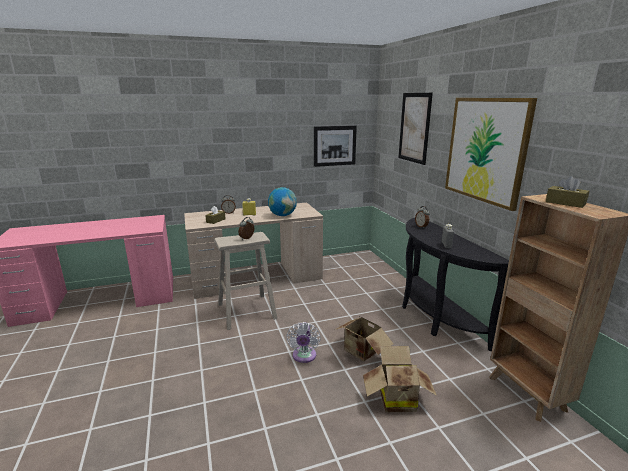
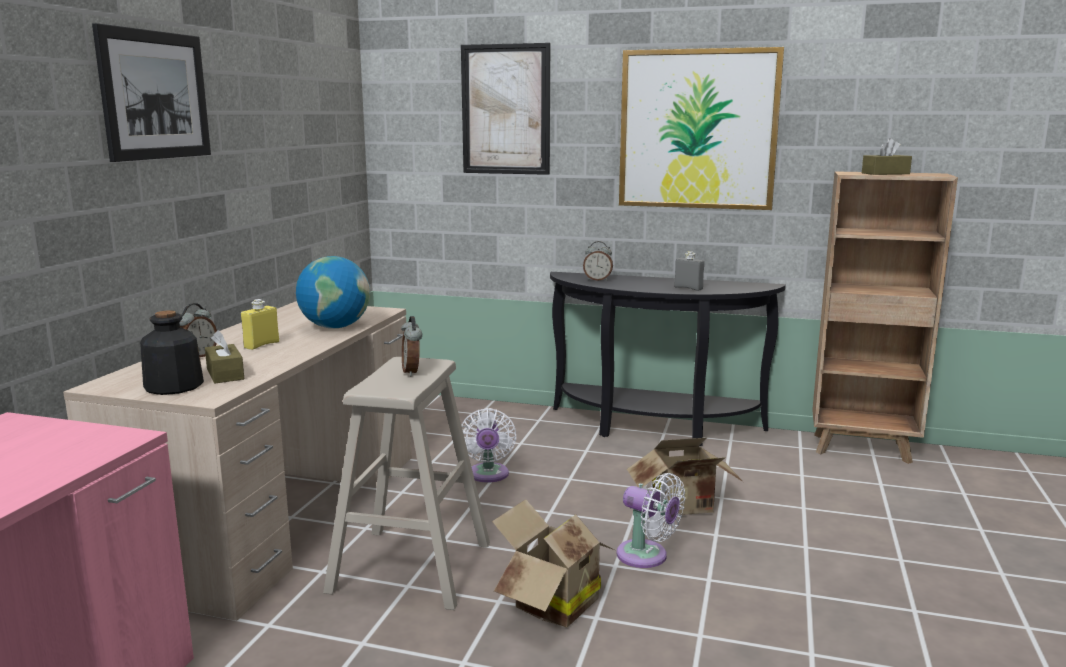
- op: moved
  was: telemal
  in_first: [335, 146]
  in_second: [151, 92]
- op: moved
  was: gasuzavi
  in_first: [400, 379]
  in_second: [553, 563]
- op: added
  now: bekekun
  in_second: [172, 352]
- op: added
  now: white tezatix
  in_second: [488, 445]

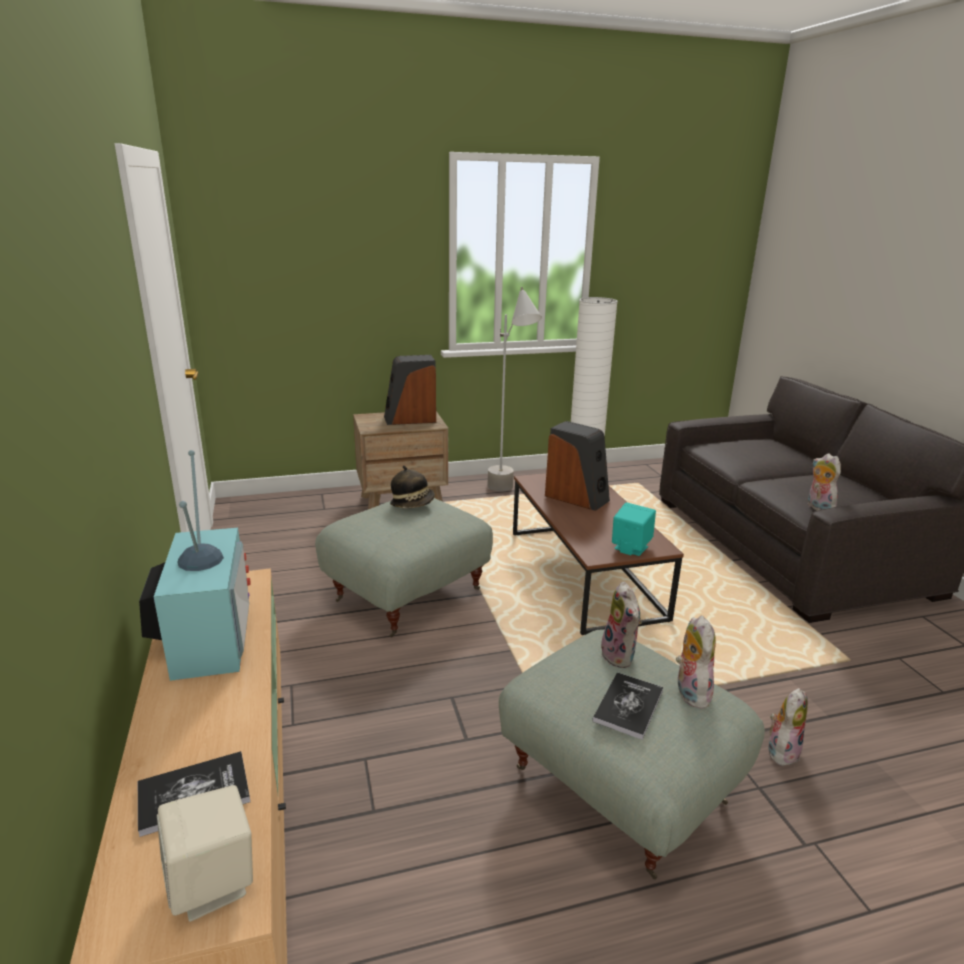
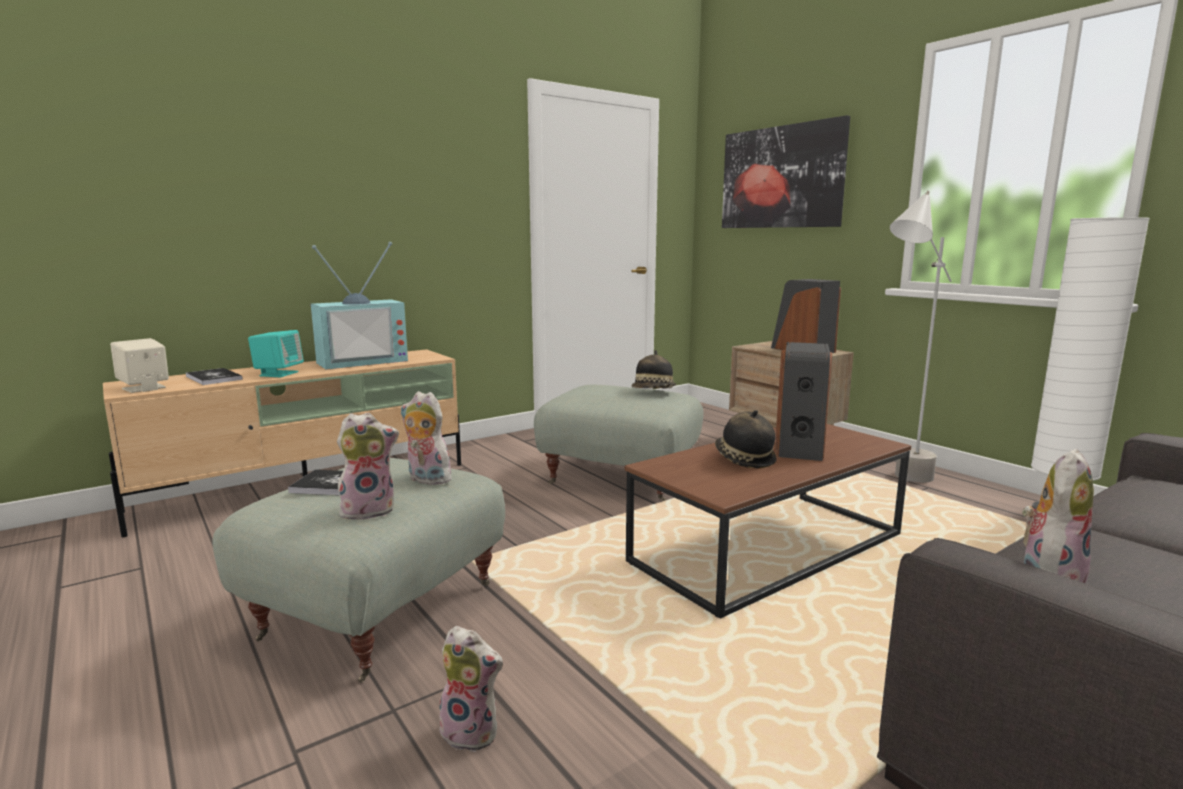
- op: turned
  was: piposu
  in_first: [621, 624]
  in_second: [426, 438]
  clockwise: 60
- op: moved
  was: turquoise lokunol
  in_first: [634, 529]
  in_second: [276, 353]
- op: added
  now: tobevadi
  in_second: [746, 439]
- op: added
  now: telemal
  in_second: [786, 171]

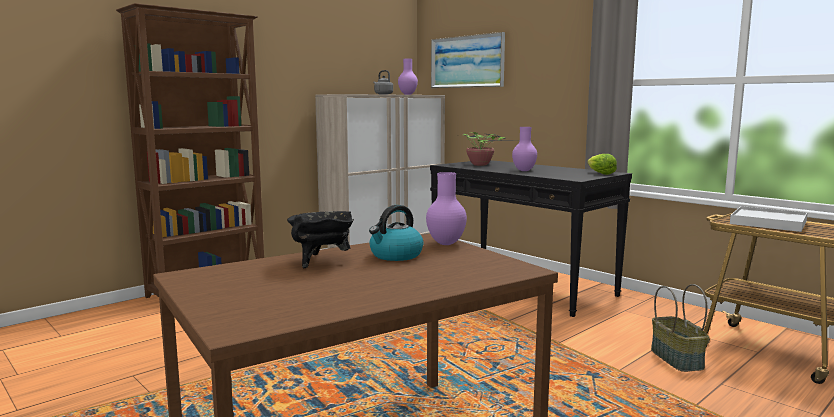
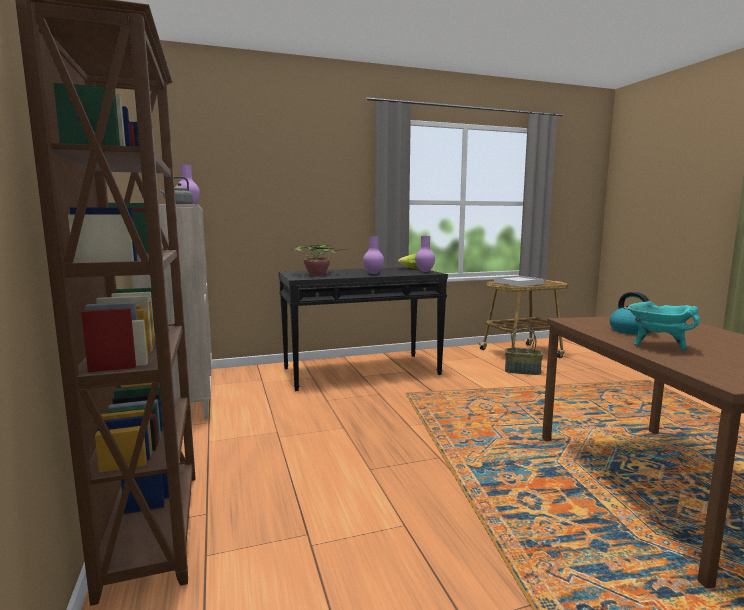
- op: recoloured
  was: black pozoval
  now: turquoise pozoval
  in_first: [320, 239]
  in_second: [664, 326]
- op: moved
  was: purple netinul
  in_first: [446, 208]
  in_second: [425, 254]
- op: removed
  was: telemal
  in_first: [468, 60]

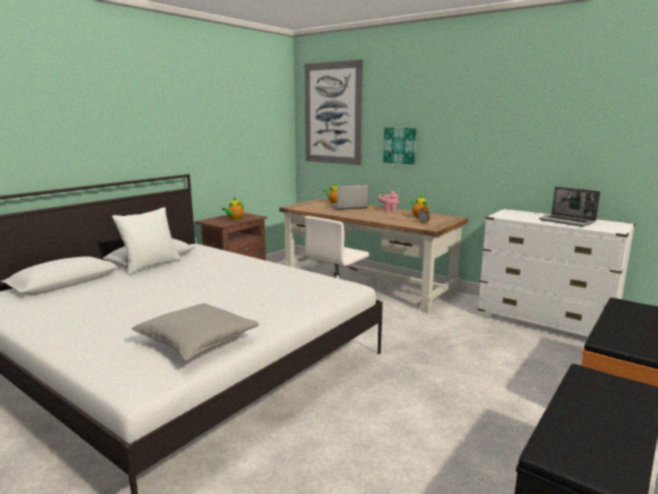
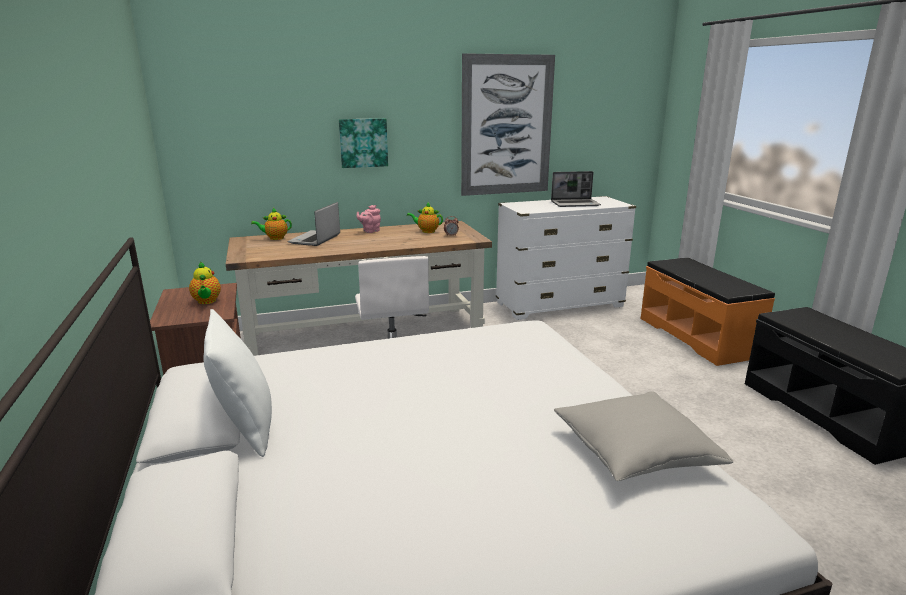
- op: moved
  was: telemal
  in_first: [333, 112]
  in_second: [508, 124]

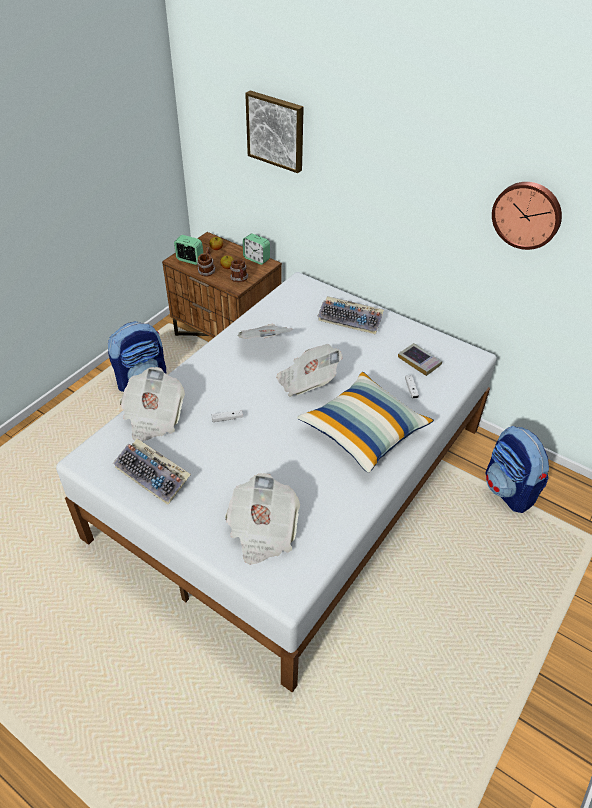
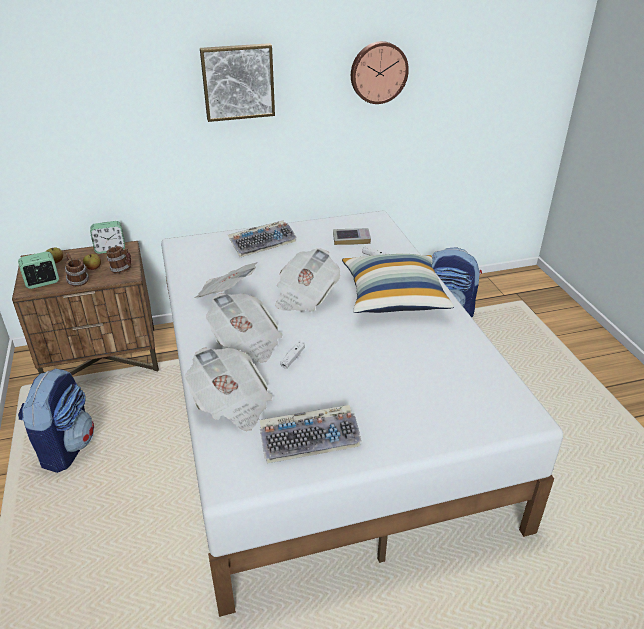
- op: moved
  was: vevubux
  in_first: [262, 519]
  in_second: [244, 328]
- op: moved
  was: telemal
  in_first: [274, 132]
  in_second: [237, 82]

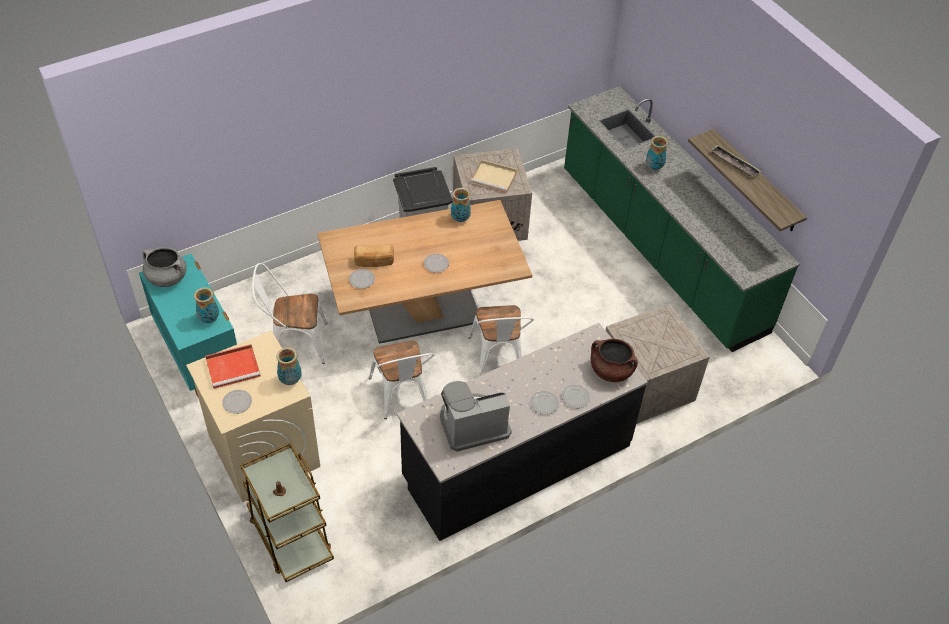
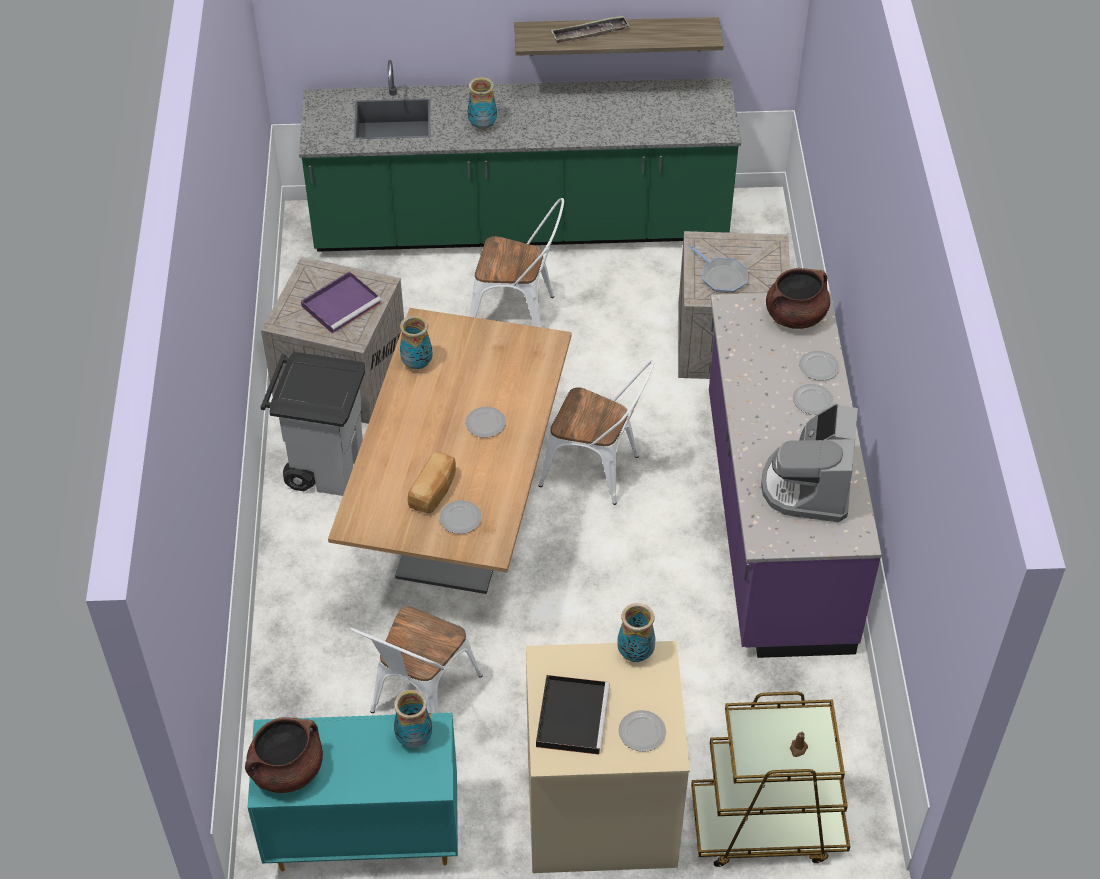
- op: recoloured
  was: grey pozoval
  now: brown pozoval
  in_first: [165, 267]
  in_second: [284, 755]
- op: recoloured
  was: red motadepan
  now: black motadepan
  in_first: [233, 366]
  in_second: [573, 715]
- op: moved
  was: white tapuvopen
  in_first: [402, 379]
  in_second: [517, 262]
- op: recoloured
  was: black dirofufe
  now: purple dirofufe
  in_first: [522, 432]
  in_second: [795, 474]
- op: recoloured
  was: beige motadepan
  now: purple motadepan
  in_first: [494, 176]
  in_second: [341, 302]
- op: added
  now: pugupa
  in_second: [719, 269]

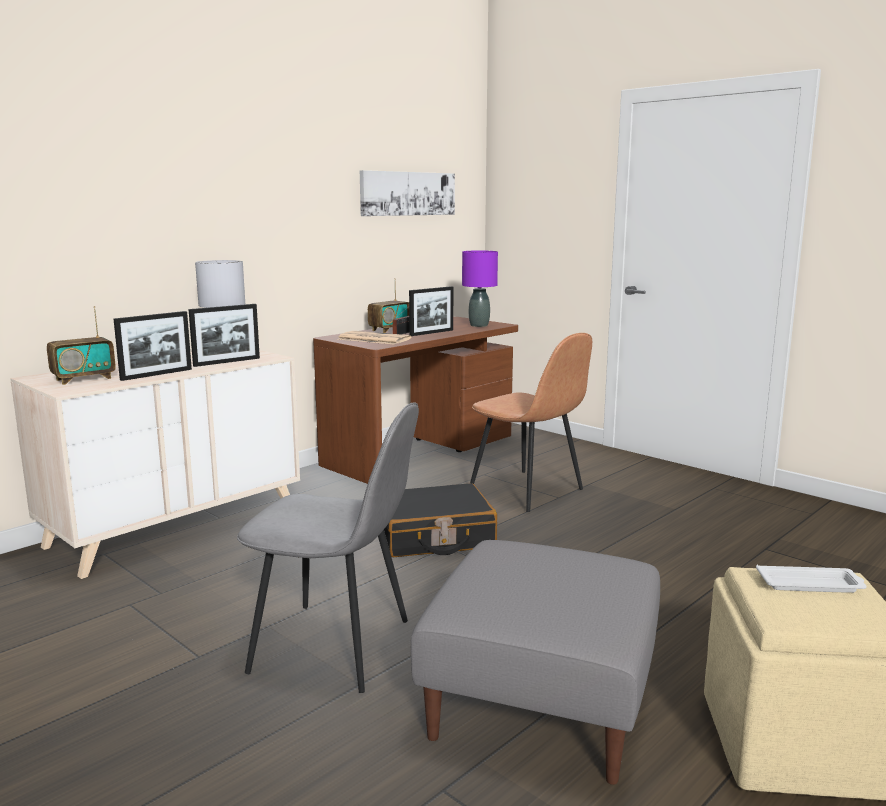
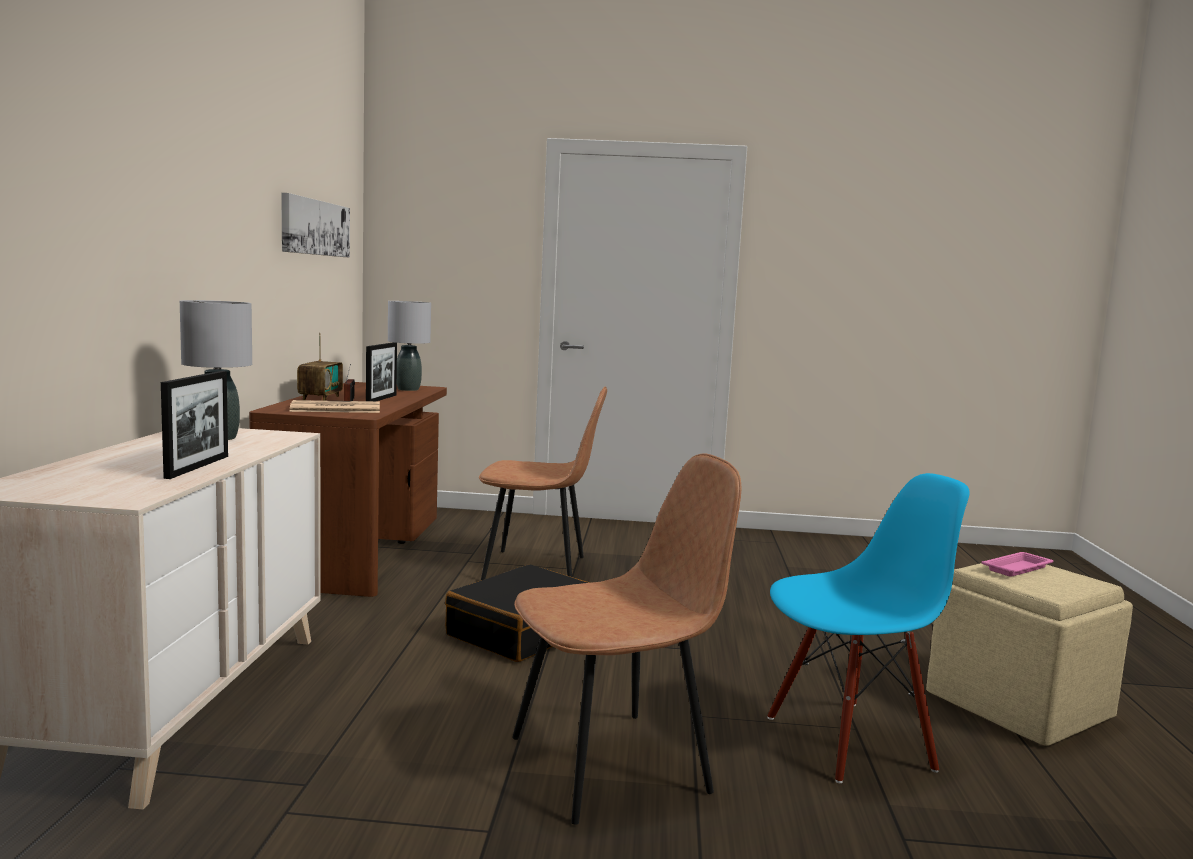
- op: removed
  was: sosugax
  in_first: [81, 345]
- op: removed
  was: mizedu
  in_first: [224, 335]
- op: recoloured
  was: grey tapuvopen
  now: brown tapuvopen
  in_first: [328, 548]
  in_second: [626, 639]
- op: replaced
  was: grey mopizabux
  now: blue tapuvopen
  in_first: [535, 662]
  in_second: [869, 628]
- op: recoloured
  was: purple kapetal
  now: grey kapetal
  in_first: [480, 288]
  in_second: [409, 346]
- op: recoloured
  was: white motadepan
  now: pink motadepan
  in_first: [811, 579]
  in_second: [1017, 564]

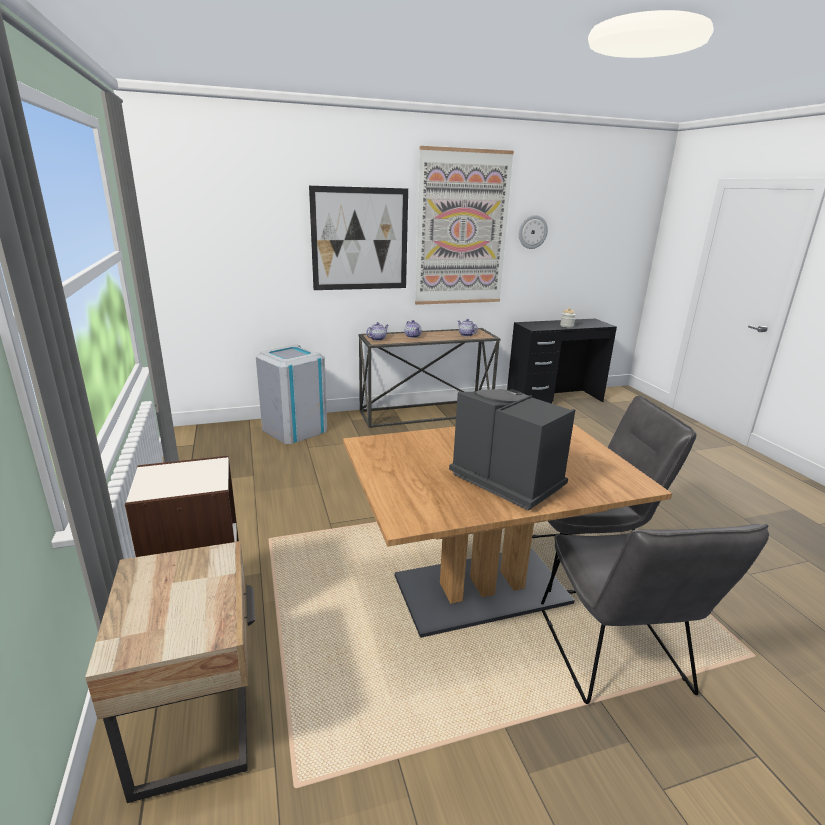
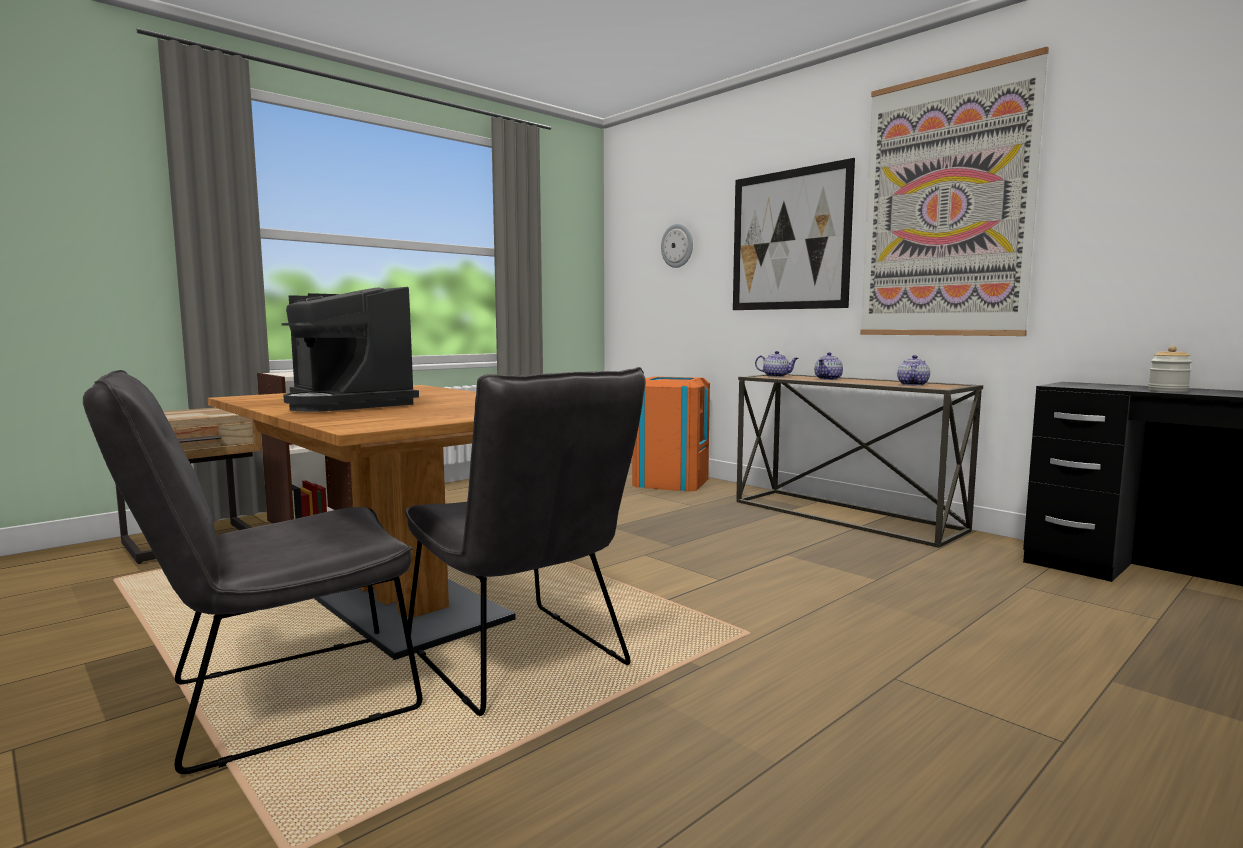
- op: recoloured
  was: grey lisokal
  now: orange lisokal
  in_first: [291, 394]
  in_second: [671, 433]
- op: turned
  was: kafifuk
  in_first: [512, 450]
  in_second: [350, 349]
  clockwise: 120
- op: moved
  was: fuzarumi
  in_first: [533, 232]
  in_second: [677, 246]

